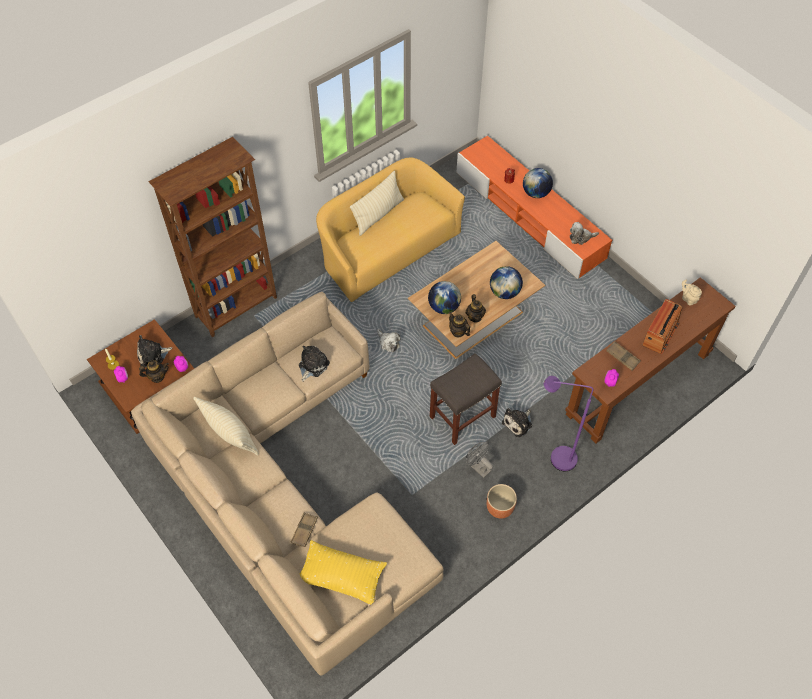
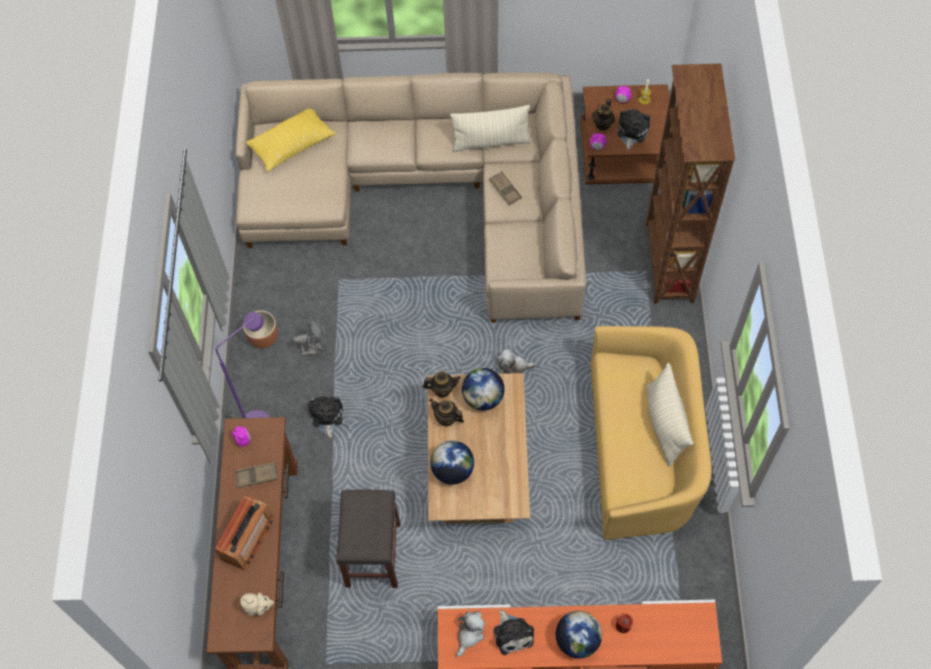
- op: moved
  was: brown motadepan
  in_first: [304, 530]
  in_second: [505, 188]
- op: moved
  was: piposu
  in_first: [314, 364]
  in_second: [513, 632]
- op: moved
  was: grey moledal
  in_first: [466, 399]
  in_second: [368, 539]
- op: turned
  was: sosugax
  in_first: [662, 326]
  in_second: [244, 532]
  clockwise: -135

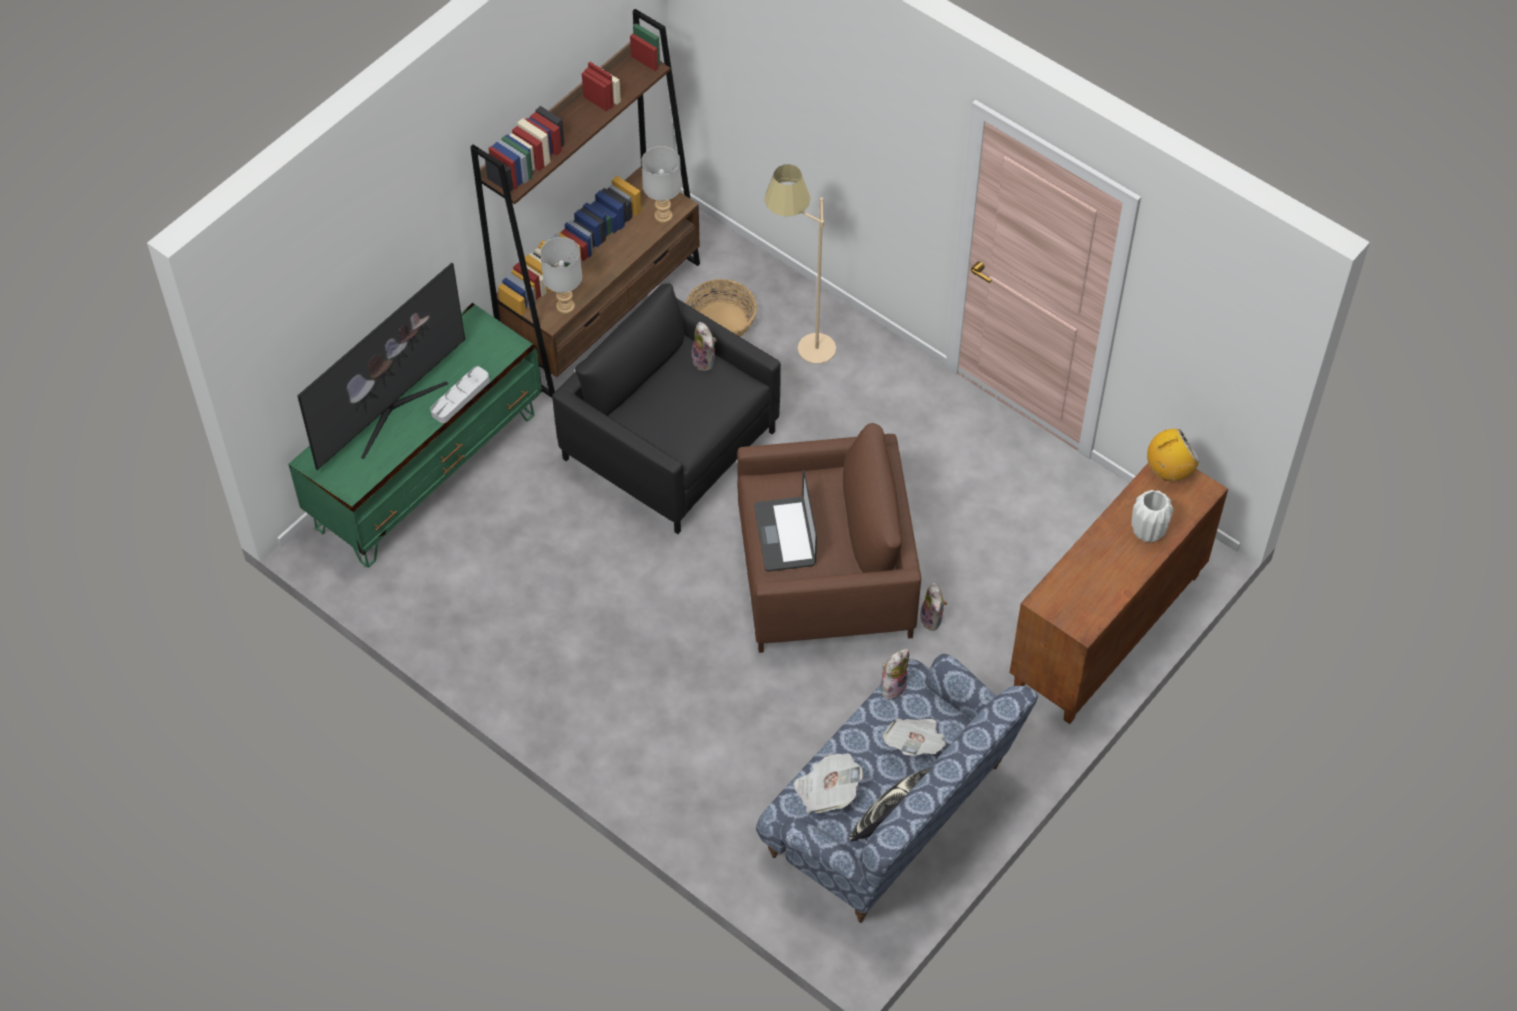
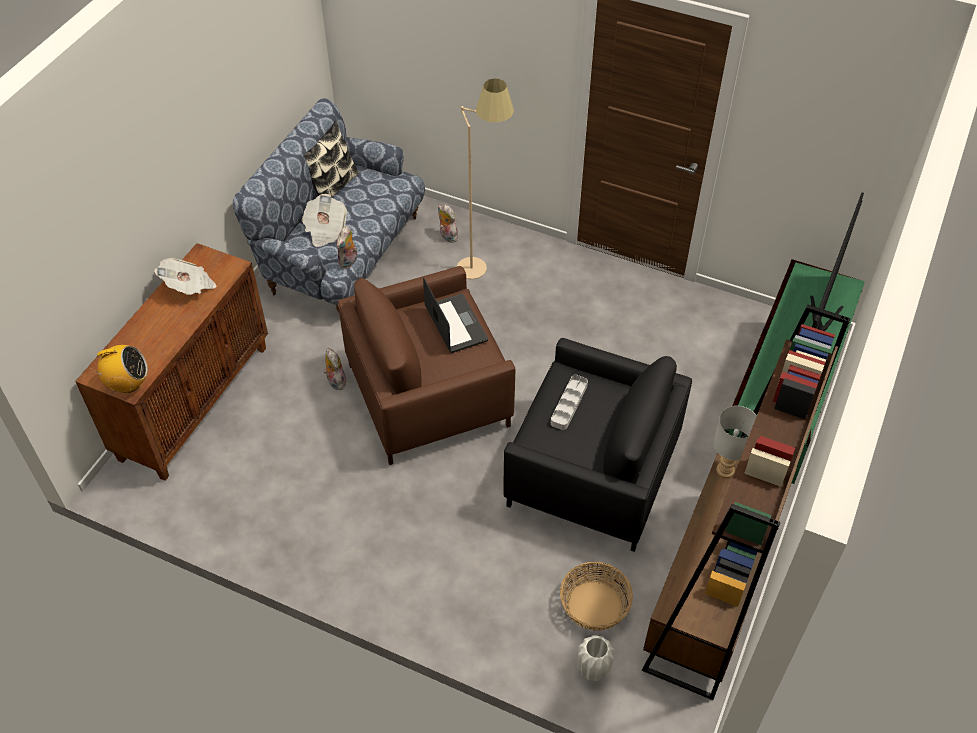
- op: moved
  was: grey motadepan
  in_first: [460, 394]
  in_second: [569, 402]
- op: removed
  was: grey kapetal
  in_first: [661, 184]
- op: moved
  was: piposu
  in_first: [704, 346]
  in_second: [448, 224]
- op: moved
  was: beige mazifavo
  in_first: [800, 264]
  in_second: [485, 179]
- op: moved
  was: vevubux
  in_first: [828, 783]
  in_second: [185, 276]
- op: moved
  was: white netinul
  in_first: [1152, 516]
  in_second: [596, 658]
- op: turned
  was: sosugax
  in_first: [1173, 455]
  in_second: [119, 369]
  clockwise: -150

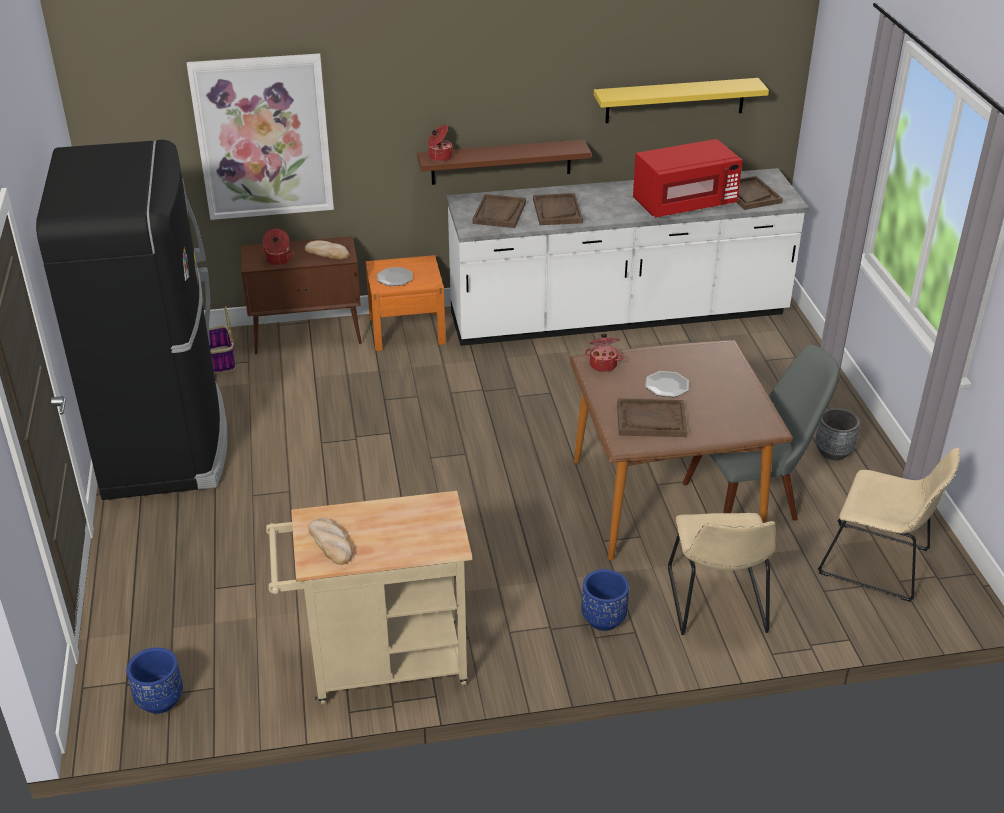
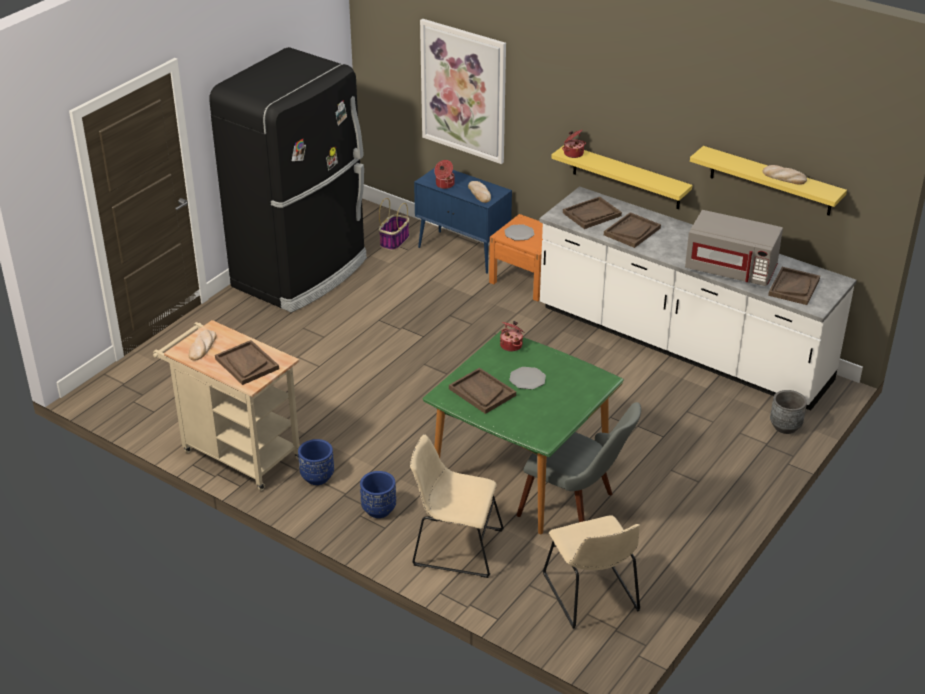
- op: moved
  was: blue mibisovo
  in_first: [155, 680]
  in_second: [316, 462]
- op: recoloured
  was: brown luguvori
  now: blue luguvori
  in_first: [301, 295]
  in_second: [463, 221]
- op: recoloured
  was: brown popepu
  now: yellow popepu
  in_first: [504, 162]
  in_second: [621, 177]
- op: recoloured
  was: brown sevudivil
  now: green sevudivil
  in_first: [681, 450]
  in_second: [523, 432]
- op: recoloured
  was: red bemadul
  now: grey bemadul
  in_first: [687, 178]
  in_second: [734, 248]
- op: turned
  was: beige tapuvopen
  in_first: [722, 574]
  in_second: [457, 506]
  clockwise: 60
- op: moved
  was: grey mibisovo
  in_first: [837, 434]
  in_second: [788, 412]
- op: added
  now: brown motadepan
  in_second: [247, 362]
- op: added
  now: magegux
  in_second: [784, 175]

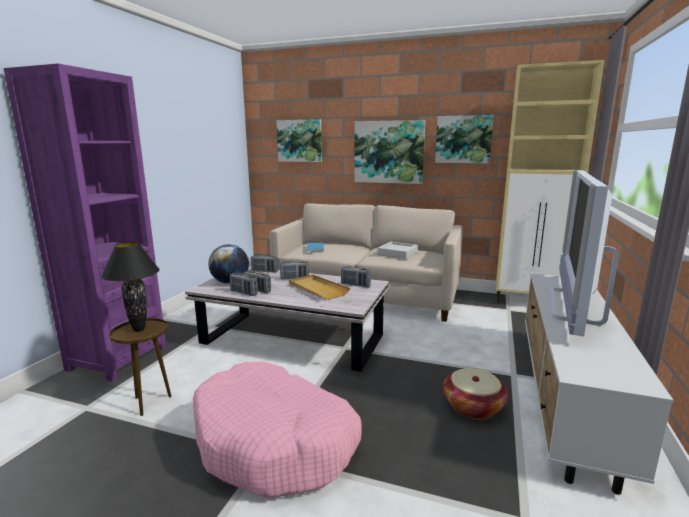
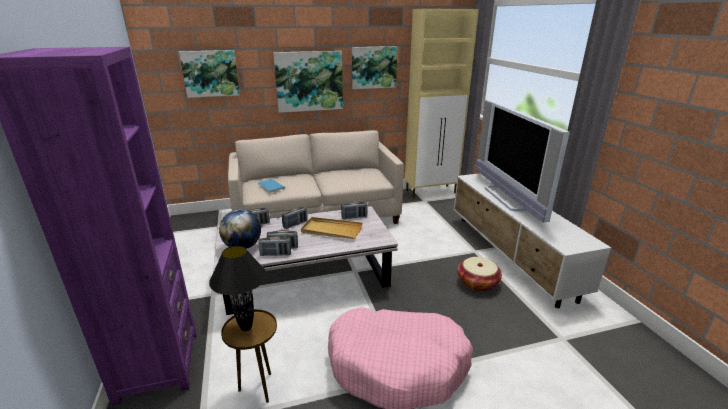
- op: removed
  was: grey motadepan
  in_first: [398, 250]

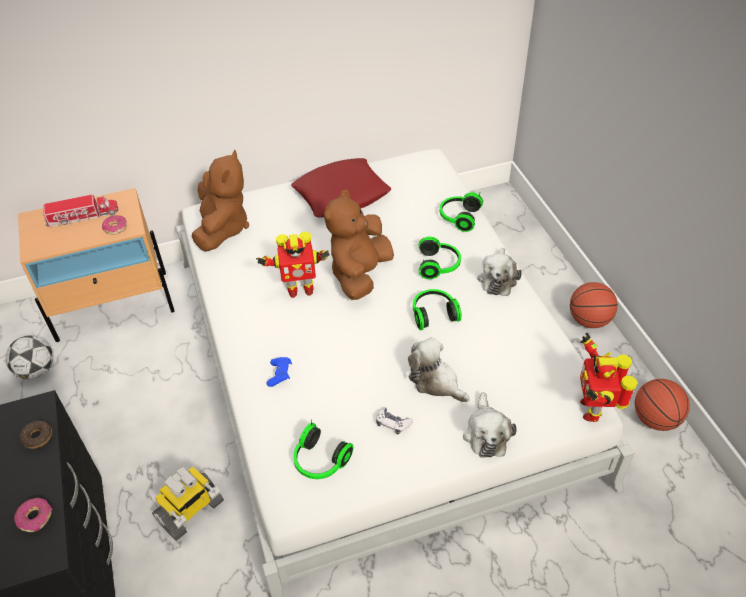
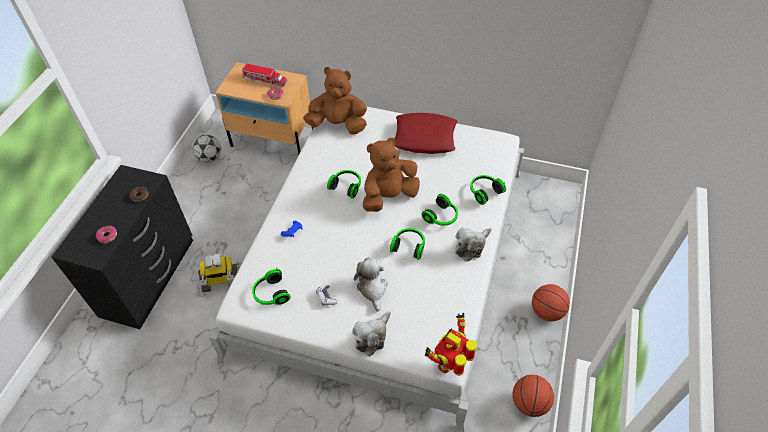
- op: turned
  was: brown piposu
  in_first: [220, 200]
  in_second: [335, 100]
  clockwise: -120
- op: replaced
  was: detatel
  now: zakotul
  in_first: [293, 265]
  in_second: [344, 184]

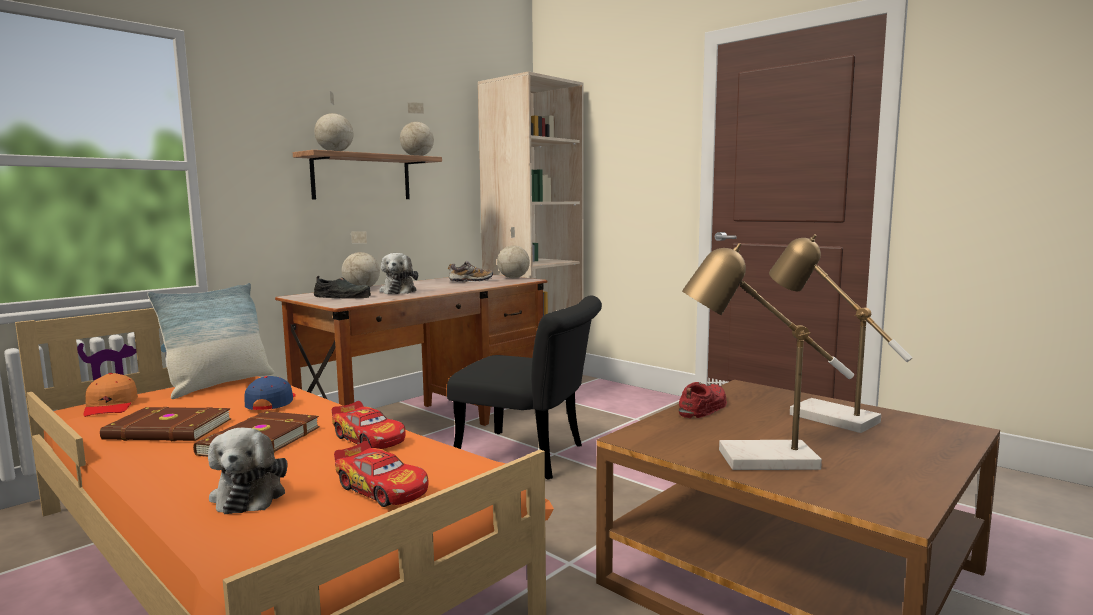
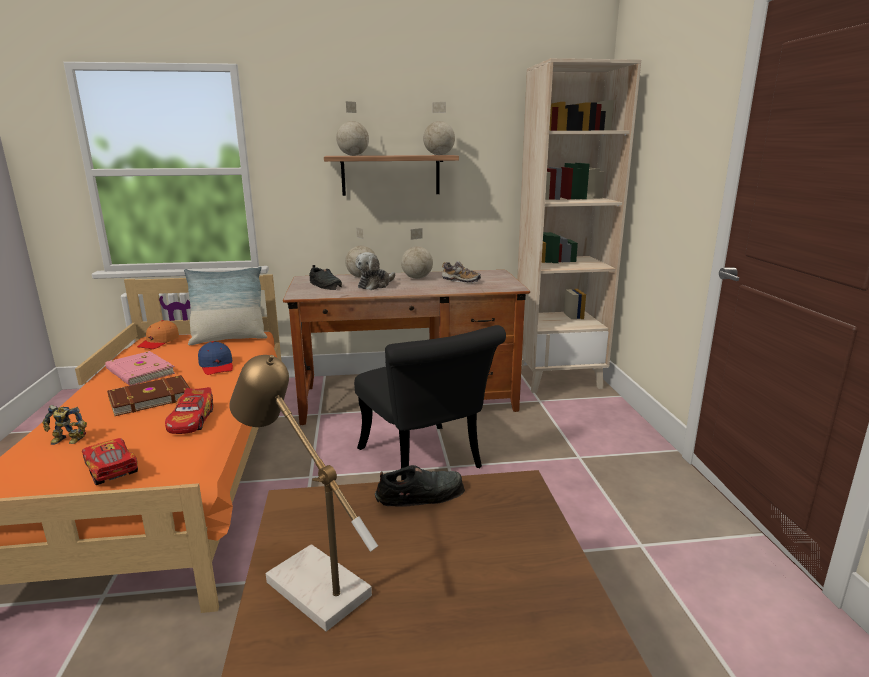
- op: recoloured
  was: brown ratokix
  now: pink ratokix
  in_first: [165, 424]
  in_second: [140, 368]
- op: replaced
  was: piposu
  now: detatel
  in_first: [247, 471]
  in_second: [64, 425]
- op: turned
  was: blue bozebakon
  in_first: [270, 393]
  in_second: [215, 358]
  clockwise: 120
- op: turned
  was: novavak
  in_first: [381, 474]
  in_second: [110, 461]
  clockwise: 150
- op: moved
  was: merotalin
  in_first: [513, 252]
  in_second: [417, 253]
- op: recoloured
  was: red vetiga
  now: black vetiga
  in_first: [703, 400]
  in_second: [420, 486]
- op: removed
  was: kapetal
  in_first: [840, 333]

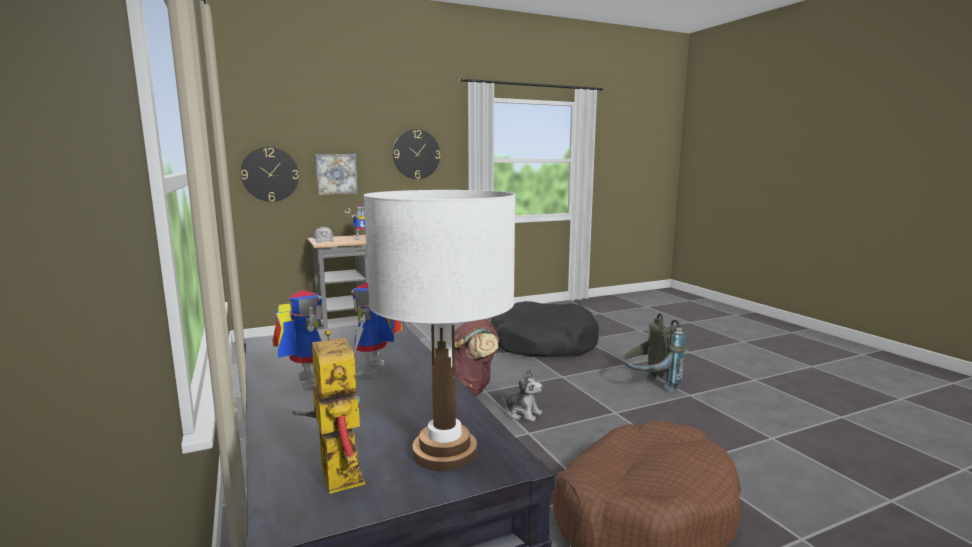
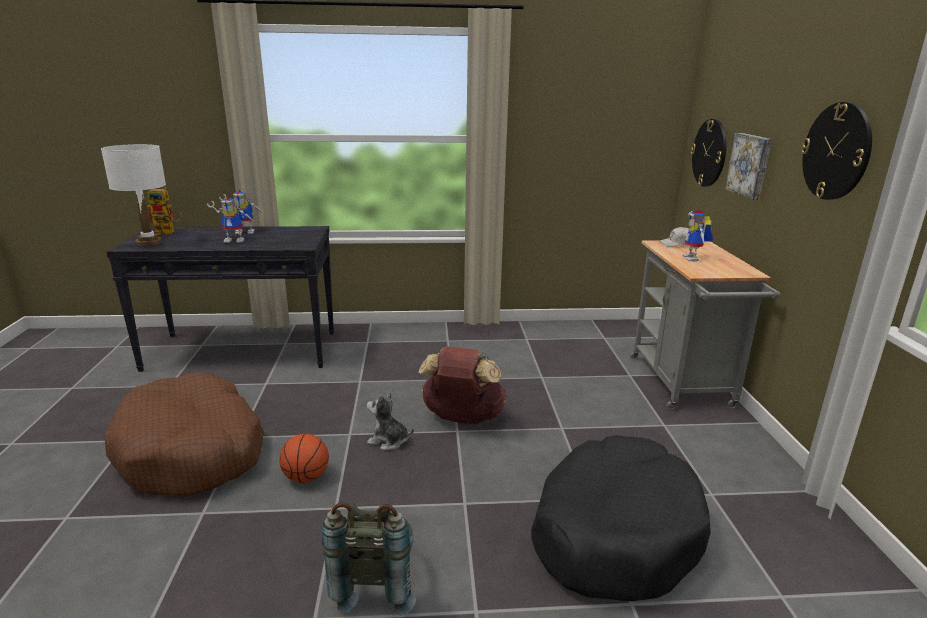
- op: turned
  was: detatel
  in_first: [376, 330]
  in_second: [231, 220]
  clockwise: 150
- op: turned
  was: piposu
  in_first: [522, 395]
  in_second: [390, 421]
  clockwise: 60
- op: added
  now: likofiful
  in_second: [304, 458]

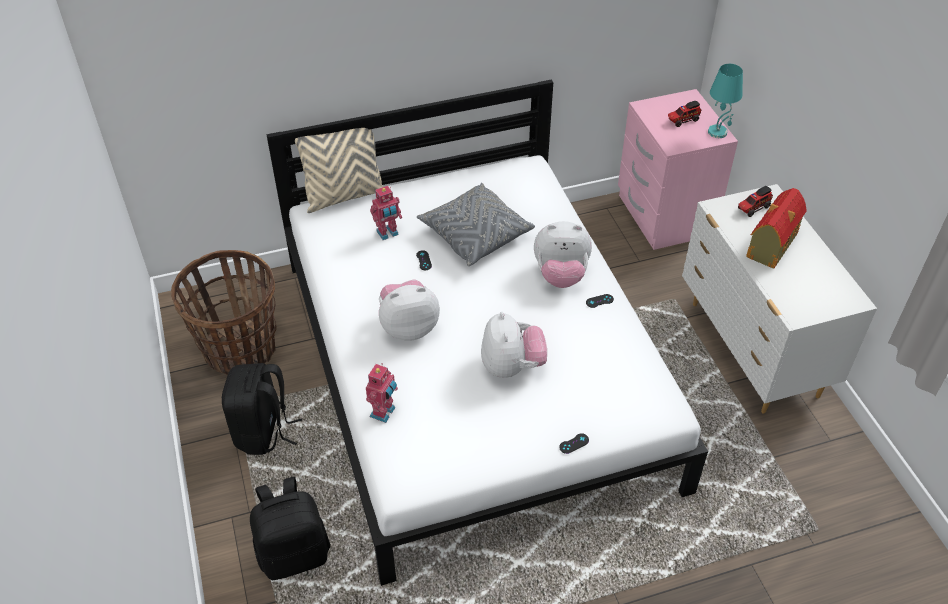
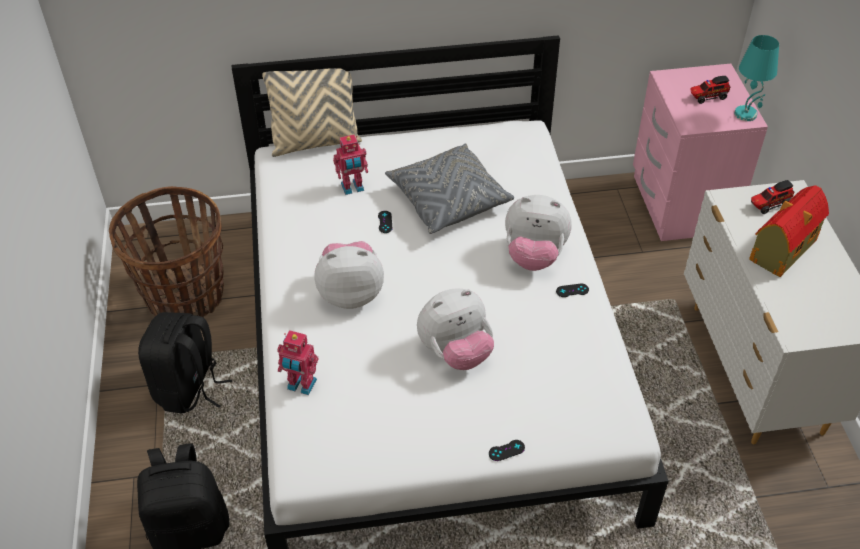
- op: turned
  was: detatel
  in_first: [382, 393]
  in_second: [297, 362]
  clockwise: 75
- op: turned
  was: piposu
  in_first: [514, 345]
  in_second: [455, 329]
  clockwise: 60

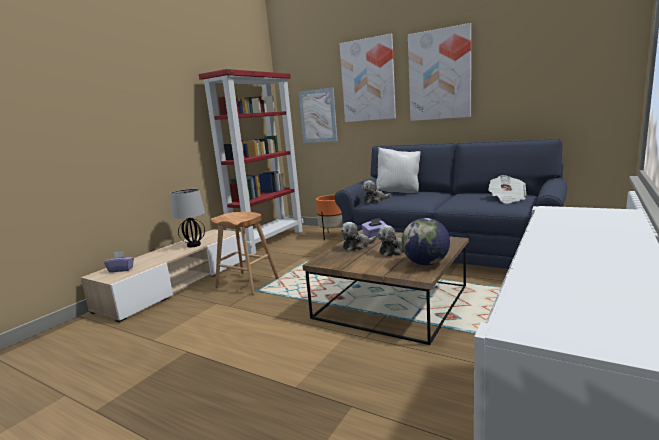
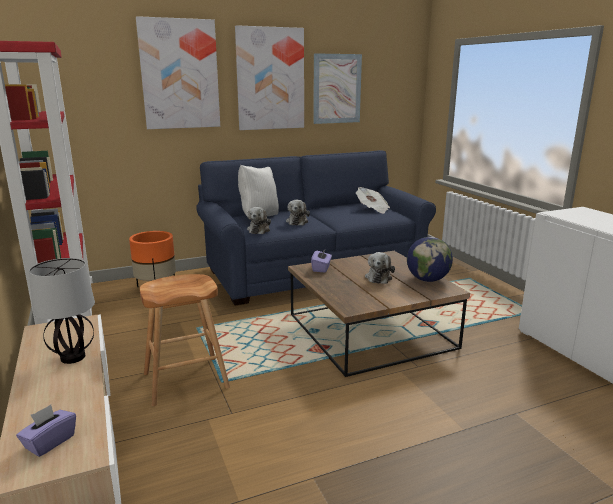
- op: moved
  was: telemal
  in_first: [318, 115]
  in_second: [337, 88]
- op: moved
  was: piposu
  in_first: [358, 236]
  in_second: [298, 212]

